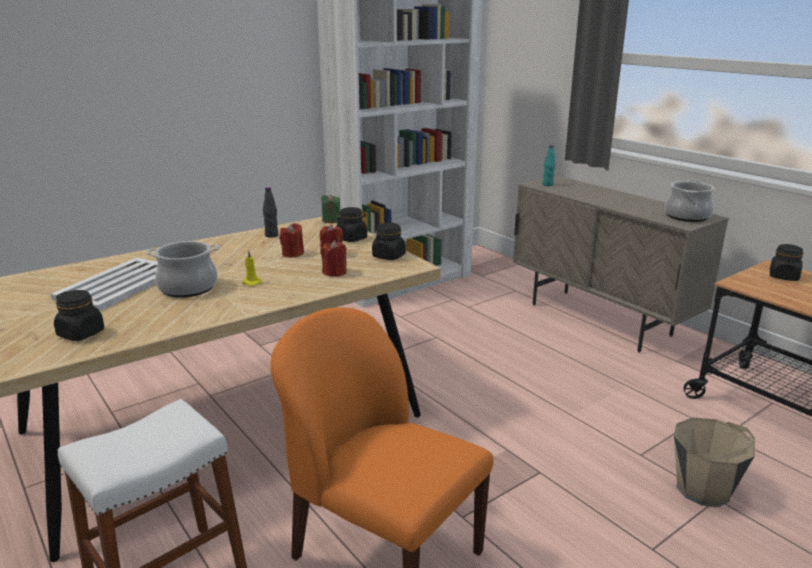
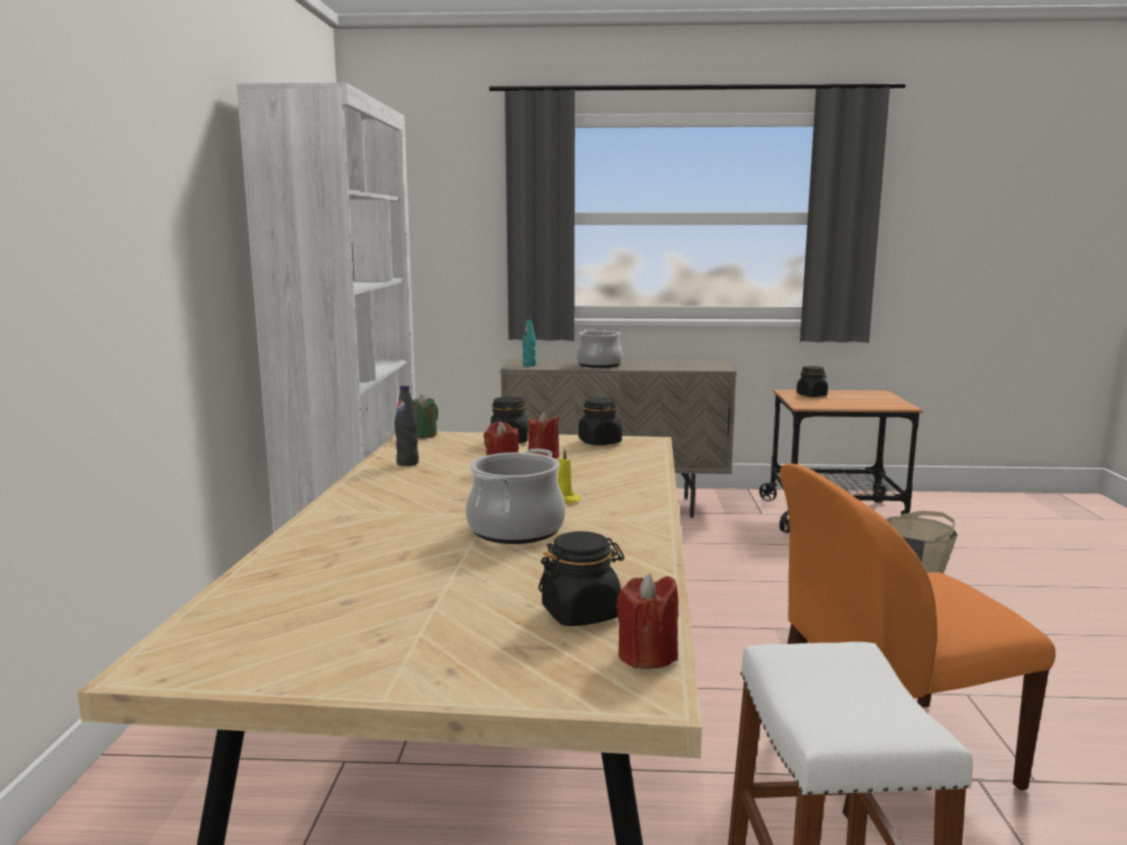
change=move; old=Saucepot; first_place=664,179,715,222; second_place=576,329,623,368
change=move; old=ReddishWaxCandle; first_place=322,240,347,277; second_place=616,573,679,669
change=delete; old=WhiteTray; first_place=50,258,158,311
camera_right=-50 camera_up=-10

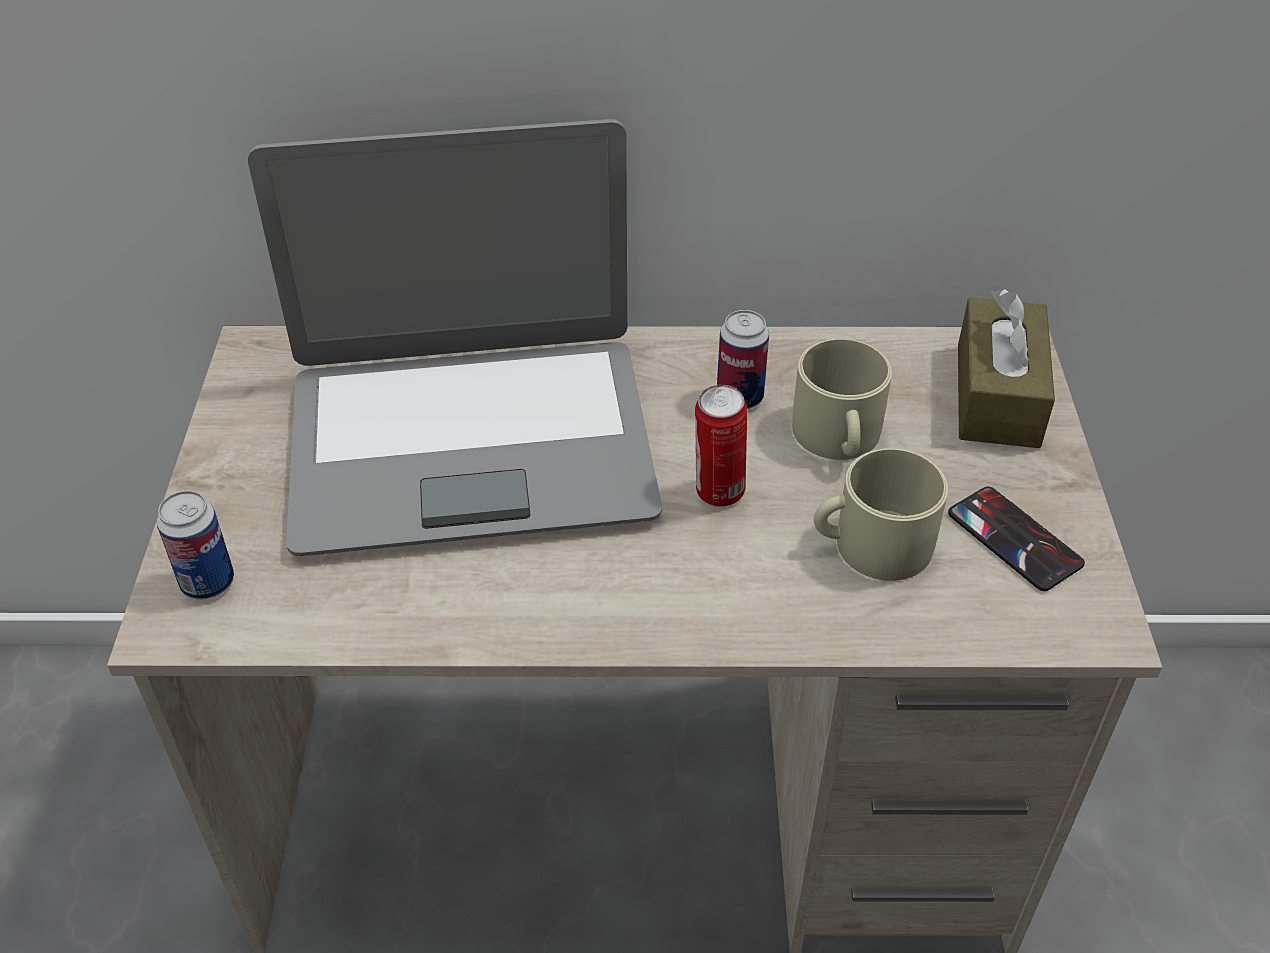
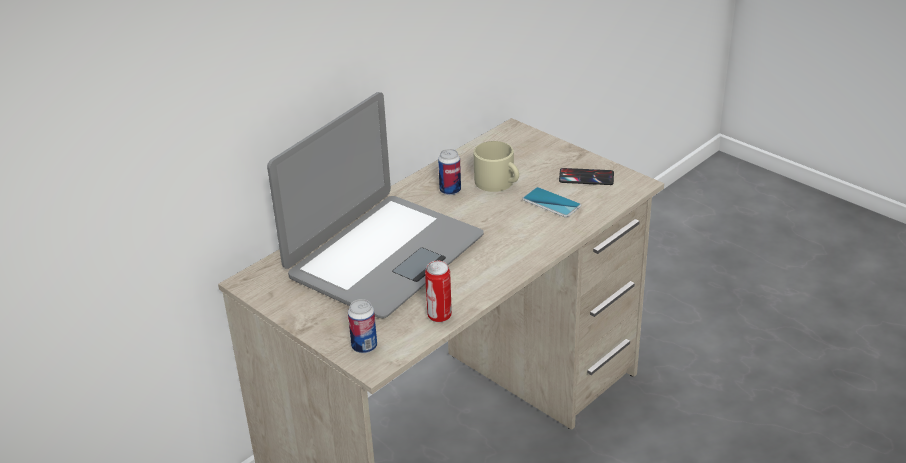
change=move; old=SealedCan; first_place=695,385,747,507; second_place=425,261,452,322
change=replace; old=SandColouredTeaMug; new=Telephone; first_place=814,448,948,581; second_place=522,187,581,217
change=delete; old=BrownColouredTissueBox; first_place=958,289,1055,448
camera_right=-45 camera_up=-10

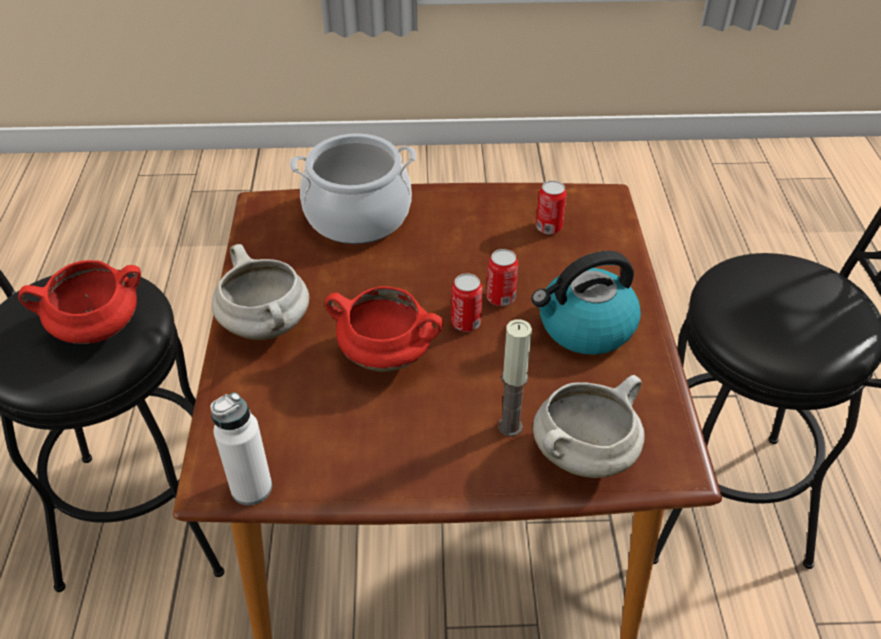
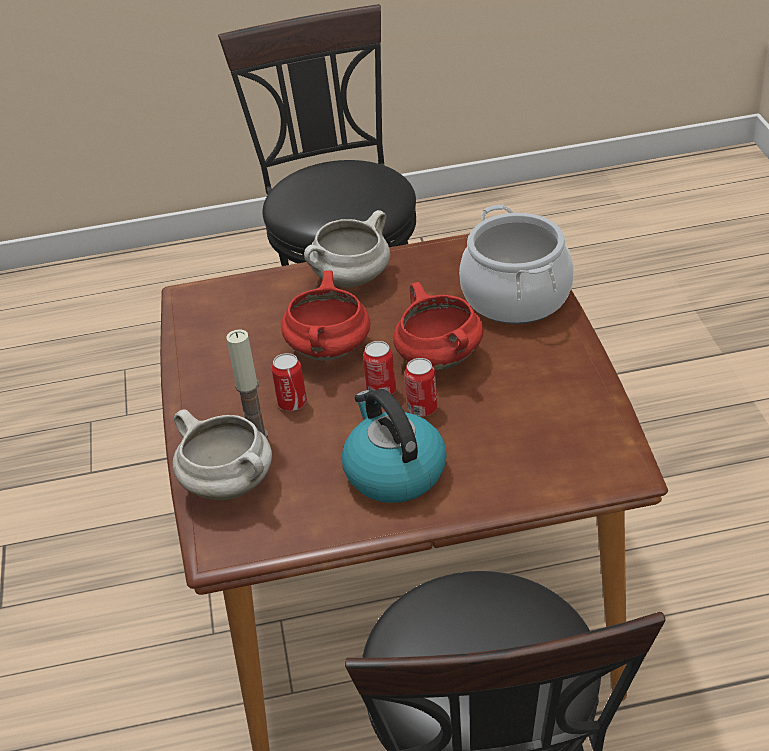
change=move; old=SealedCan; first_place=536,180,567,234; second_place=271,353,307,411
change=move; old=ReddishSaucepot; first_place=18,260,141,344; second_place=393,282,484,370
change=delete; old=WhiteBeverageBottle; first_place=210,392,272,505
camera_right=85 camera_up=-5

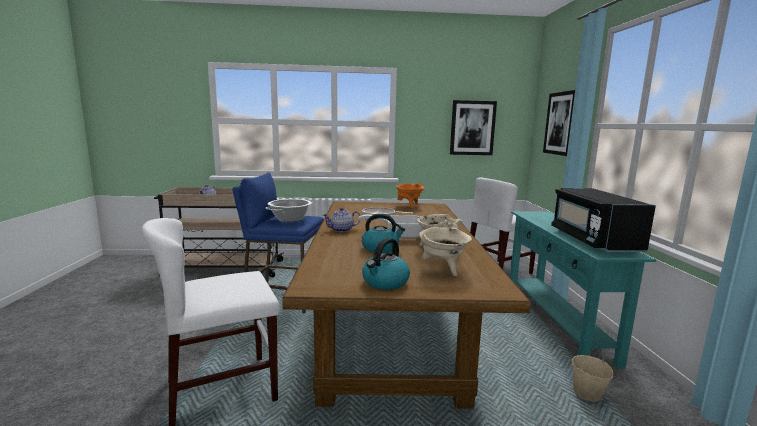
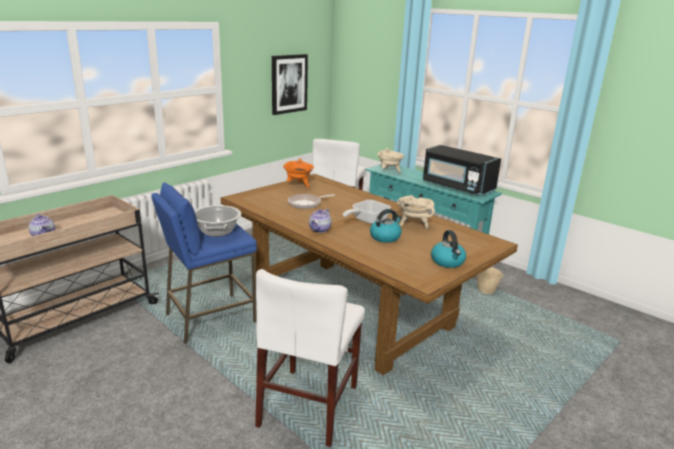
change=move; old=SandColouredSaucepot; first_place=419,224,472,276; second_place=377,148,404,173
change=delete; old=WallArt; first_place=543,90,575,156
camera_right=-45 camera_up=10

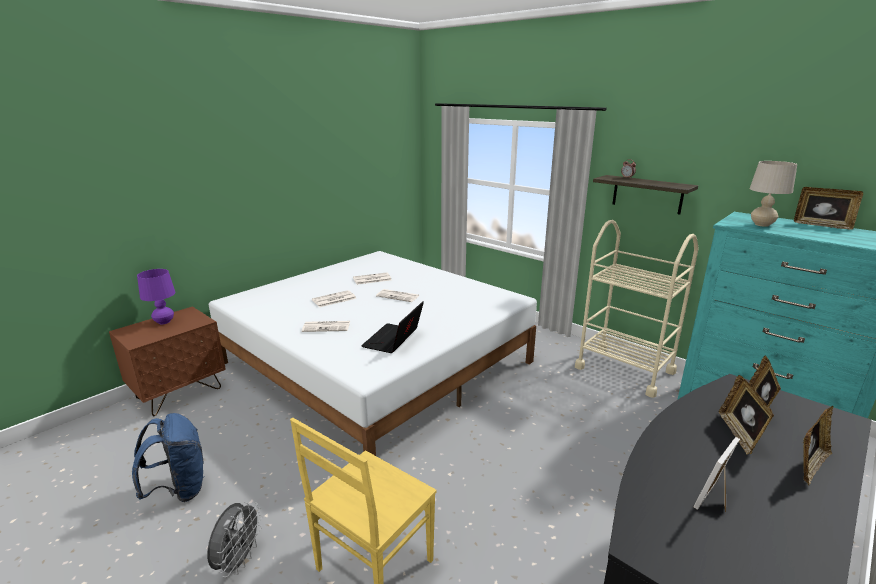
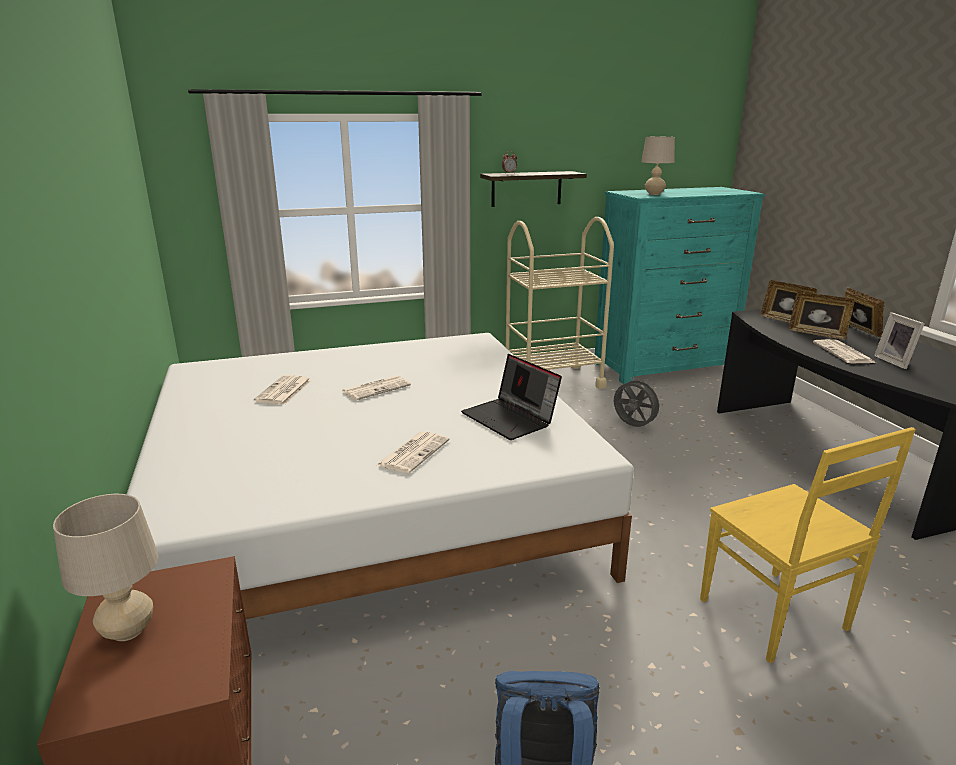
change=recolor; old=PurpleColouredTabletopLamp; new=SandColouredTabletopLamp; first_place=137,269,176,324; second_place=53,494,159,641
change=move; old=GreyishFan; first_place=207,502,263,578; second_place=614,377,663,427
change=move; old=PrintedPaper; first_place=312,290,356,307; second_place=813,339,876,363
change=delete; old=PictureFrame; first_place=794,187,863,230
camera_right=-60 camera_up=0

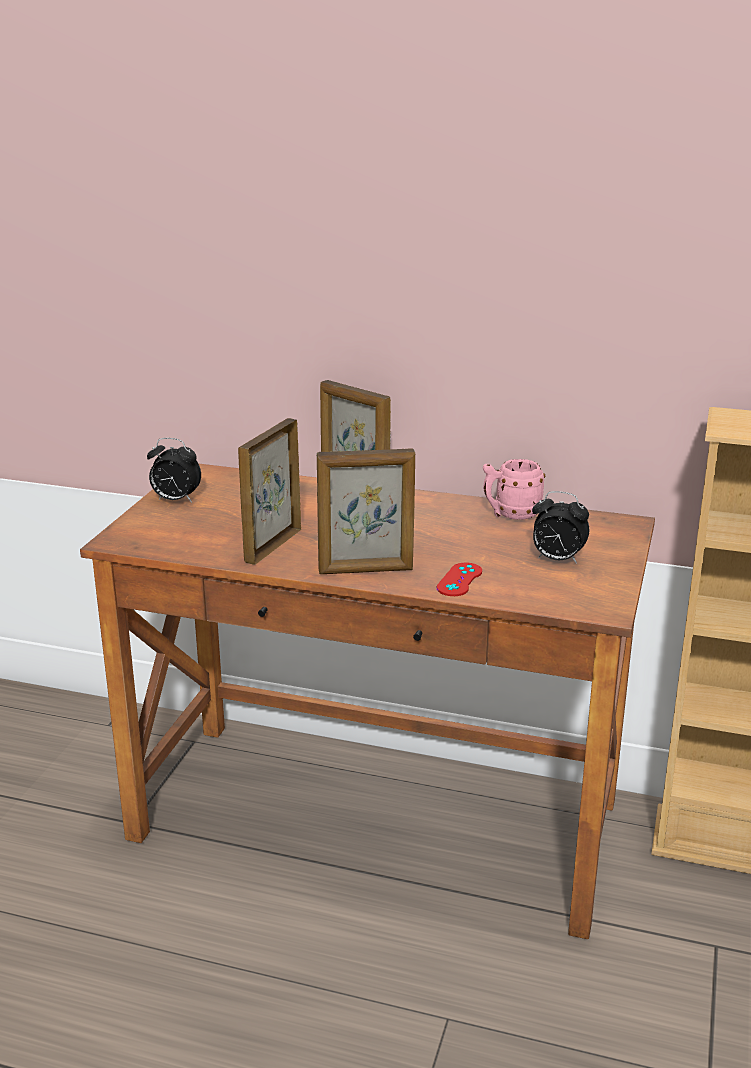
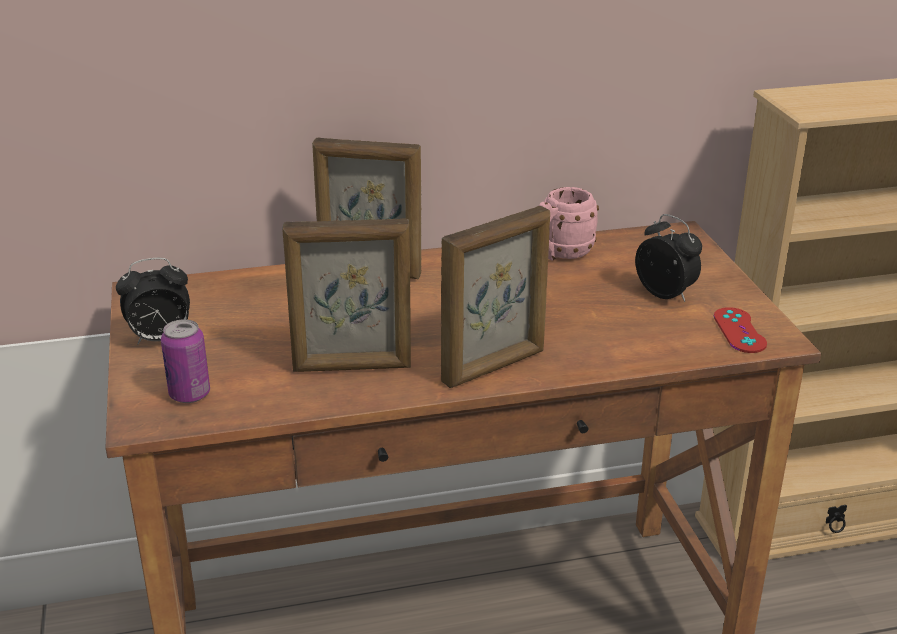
change=insert; new=SealedCan; second_place=161,319,210,403
change=rotate; old=PictureFrame; first_place=238,418,301,565; second_place=282,218,411,372; degrees=-90
change=rotate; old=AlarmClock; first_place=532,491,589,564; second_place=635,214,702,302; degrees=-120
change=move; old=ReddishGamepad; first_place=437,563,482,596; second_place=714,307,767,353
camera_right=-30 camera_up=5

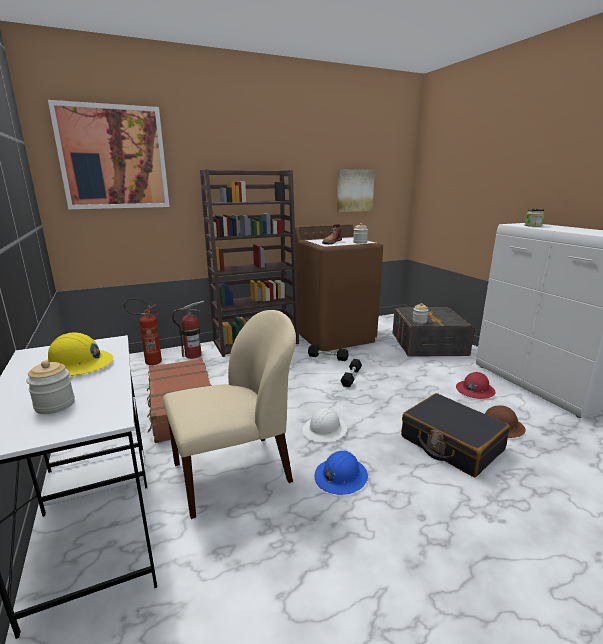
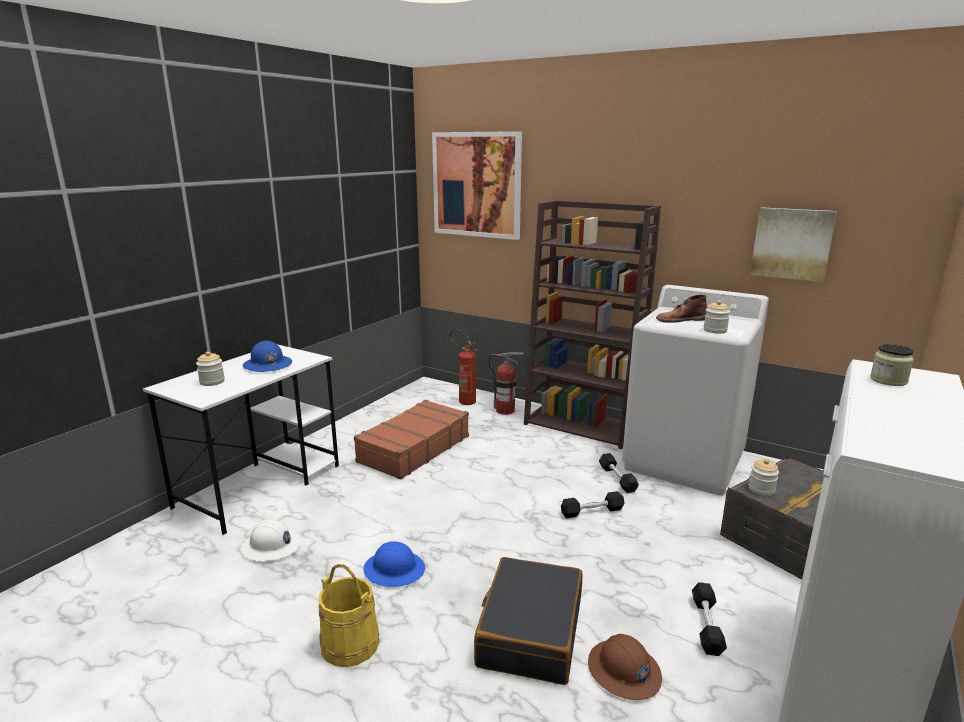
change=move; old=WhiteSafetyHelmet; first_place=302,408,347,443; second_place=241,520,301,561
change=recolor; old=YellowColouredSafetyHelmet; new=BluishSafetyHelmet; first_place=40,332,113,376; second_place=243,341,292,372
change=insert; new=YellowColouredBucket; second_place=319,564,379,667
change=recolor; old=BrownColouredLaundryAppliance; new=WhiteLaundryAppliance; first_place=293,223,383,351; second_place=622,285,769,496
change=replace; old=ReddishSafetyHelmet; new=BlackFreeWeight; first_place=456,372,495,399; second_place=692,582,727,656
change=delete; old=SandColouredPlainChair; first_place=163,310,296,519
camera_right=55 camera_up=0

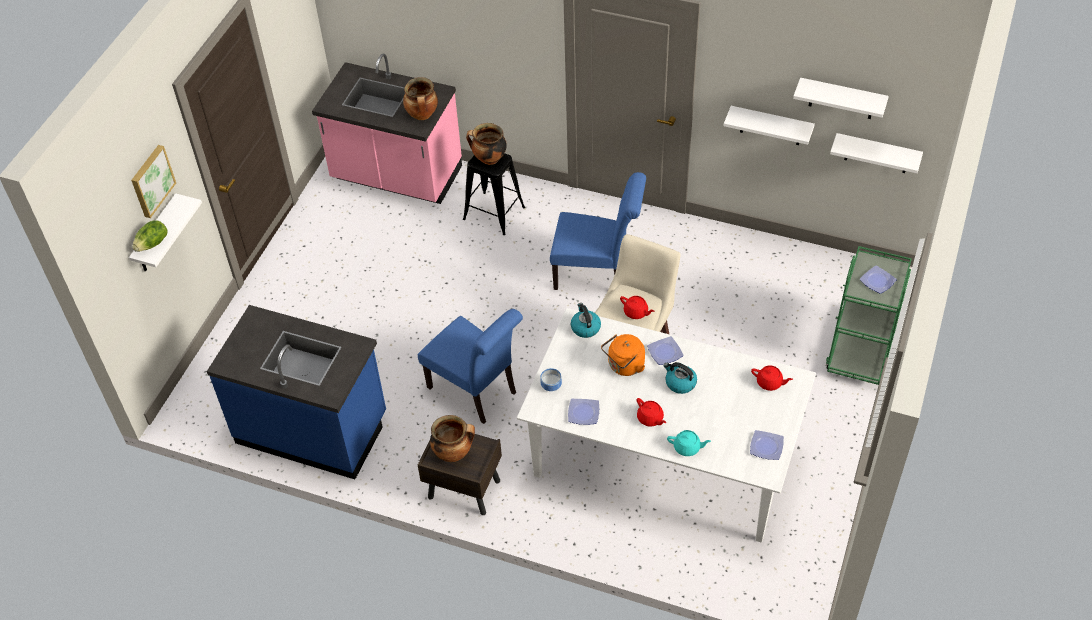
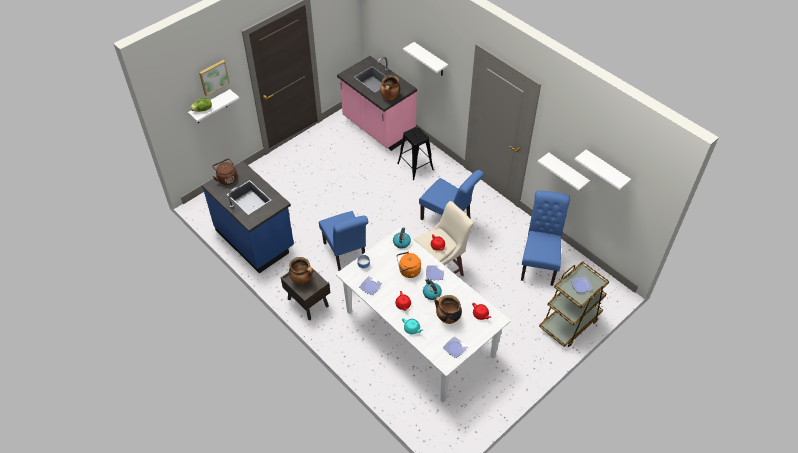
change=insert; new=BrownColouredWaterKettle; second_place=212,158,237,185
change=move; old=WhiteWallShelf; first_place=830,133,923,173; second_place=403,42,448,76
change=move; old=Saucepot; first_place=466,123,507,165; second_place=435,295,462,324
change=insert; new=BluishPlainChair; second_place=521,190,570,286
change=recolor; old=GreenCart; new=BrownColouredCart; first_place=825,246,912,385; second_place=539,261,609,347
camera_right=25 camera_up=0

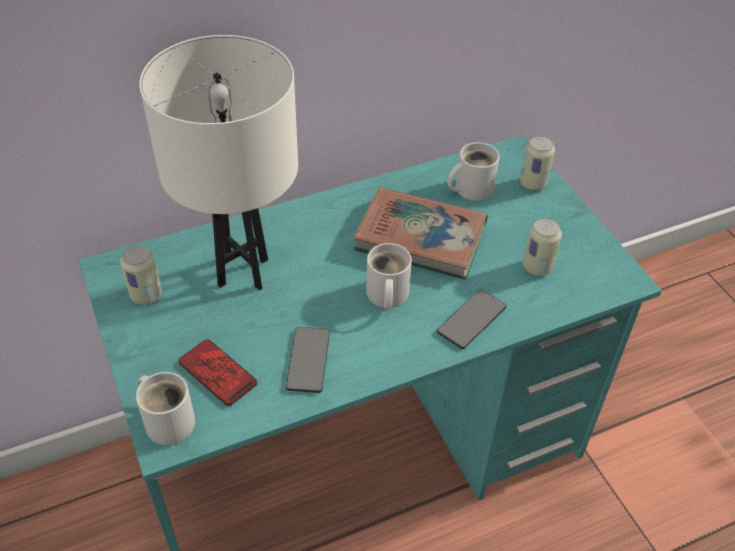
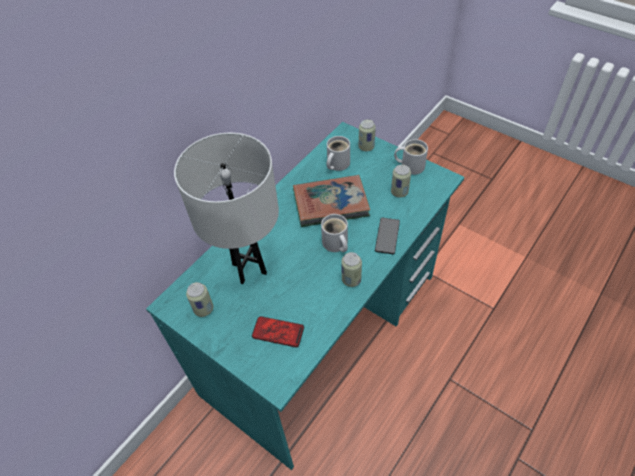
change=insert; new=SealedCan; second_place=341,252,362,287
change=move; old=WhiteTeaMug; first_place=136,372,195,445; second_place=394,139,428,175
change=delete; old=Telephone; first_place=286,327,330,393
camera_right=-25 camera_up=5

